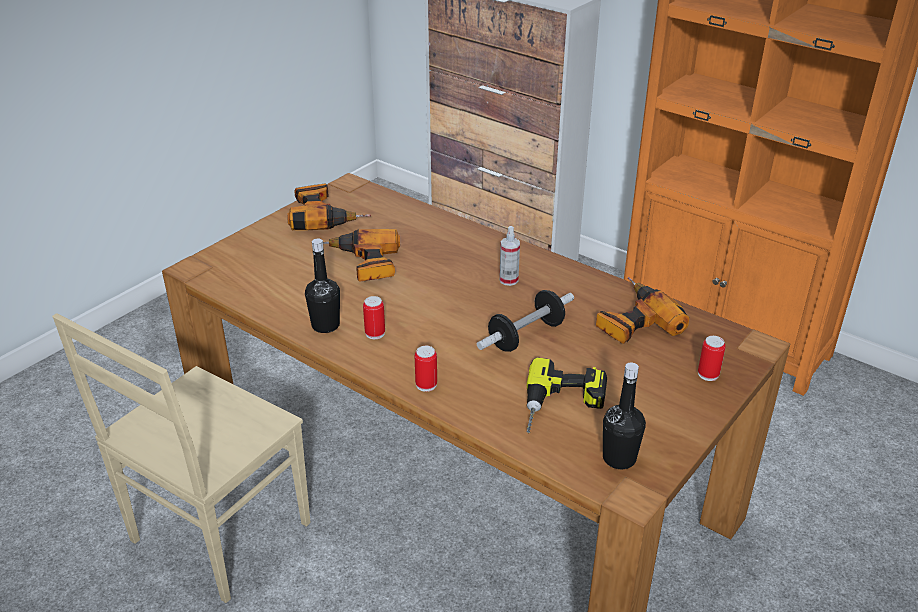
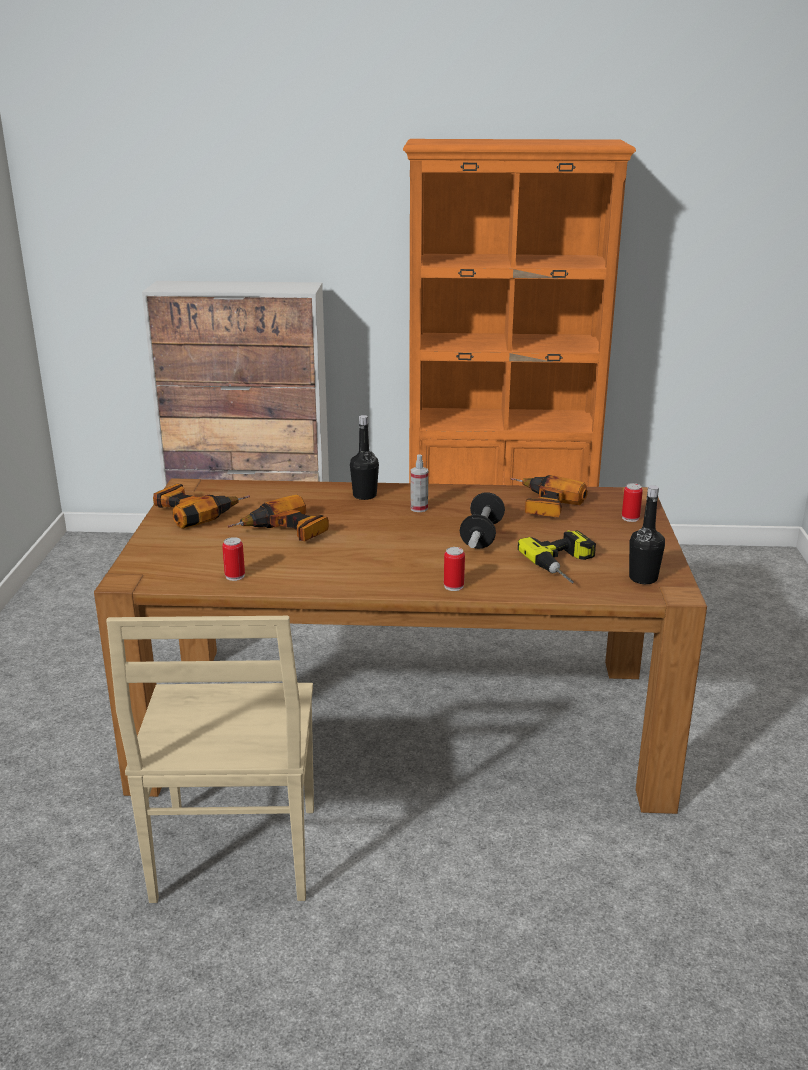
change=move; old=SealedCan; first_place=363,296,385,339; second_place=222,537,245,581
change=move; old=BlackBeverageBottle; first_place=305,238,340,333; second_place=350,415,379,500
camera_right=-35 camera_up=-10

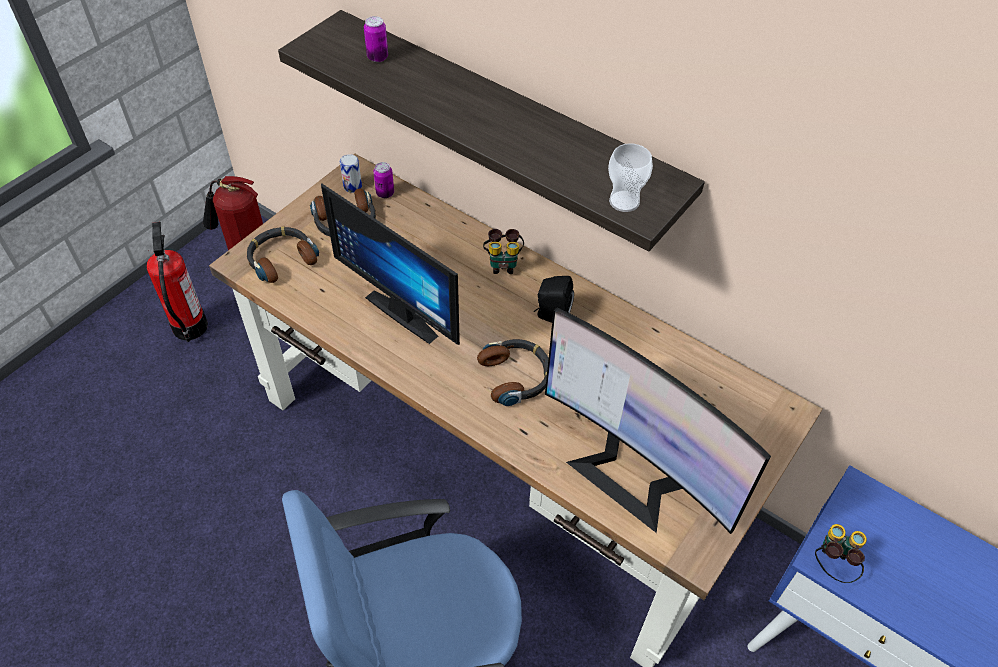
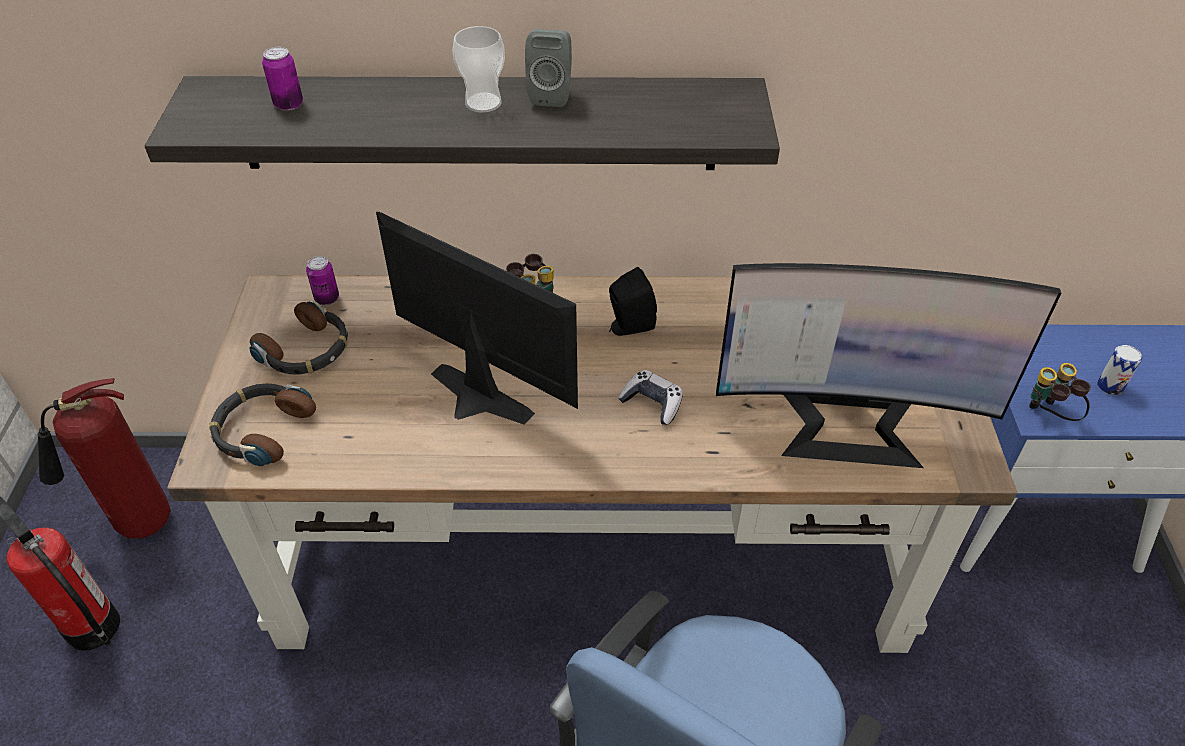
change=rotate; old=Monitor; first_place=321,183,460,345; second_place=376,212,578,425; degrees=-150
change=move; old=SmallCup; first_place=608,143,653,212; second_place=453,26,505,113
change=insert; new=GreyishAudioSpeaker; second_place=525,29,572,107
change=replace; old=PairOfHeadphones; new=Gamepad; first_place=477,339,549,406; second_place=618,370,683,425
change=move; old=SealedCan; first_place=340,154,362,193; second_place=1097,345,1143,395
camera_right=-35 camera_up=-5

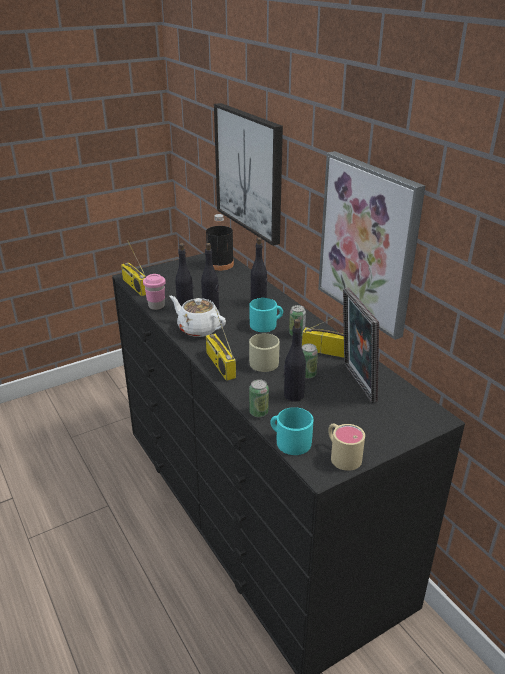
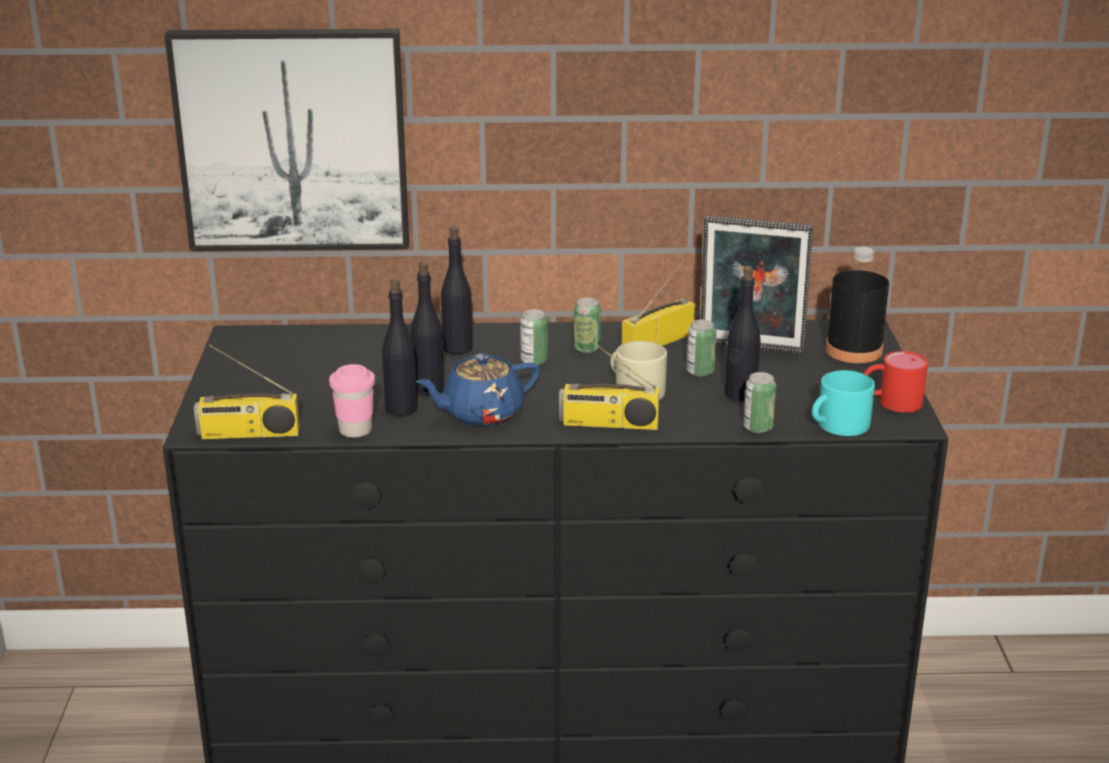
change=recolor; old=WhiteTeapot; new=BluishTeapot; first_place=169,296,226,337; second_place=416,353,540,426
change=replace; old=TurquoiseColouredTeaMug; new=SealedCan; first_place=250,298,283,332; second_place=520,310,548,365
change=move; old=BlackBeverageBottle; first_place=206,214,234,271; second_place=826,247,889,363
change=recolor; old=SandColouredTeaMug; new=ReddishTeaMug; first_place=328,423,365,471; second_place=863,351,928,413
change=delete; old=WallArt; first_place=318,151,425,340
camera_right=-60 camera_up=-5

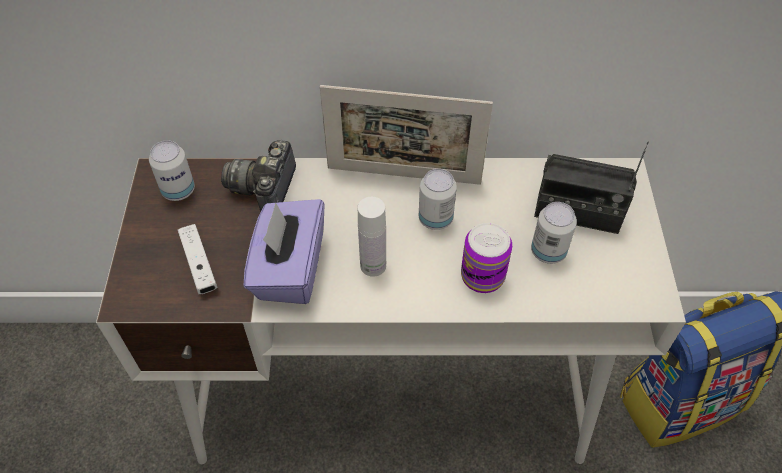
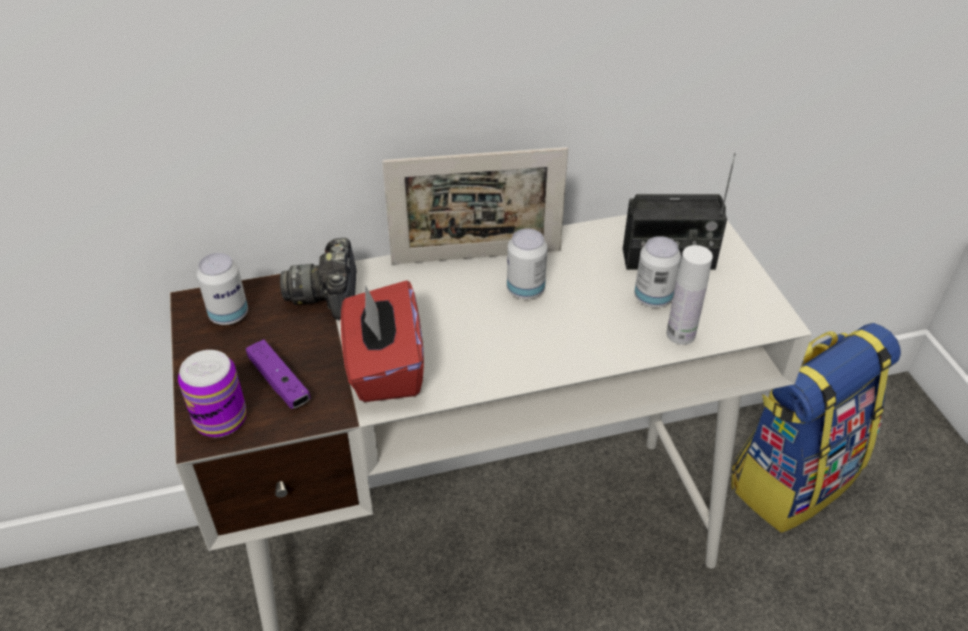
change=move; old=SealedCan; first_place=461,223,512,293; second_place=178,350,246,437
change=recolor; old=WhiteGamepad; new=PurpleColouredGamepad; first_place=178,224,218,294; second_place=246,340,311,409
change=recolor; old=PurpleColouredTissueBox; new=ReddishTissueBox; first_place=244,199,325,304; second_place=341,280,424,402
change=move; old=WhiteBeverageBottle; first_place=358,197,386,277; second_place=666,245,713,345
camera_right=-15 camera_up=-10

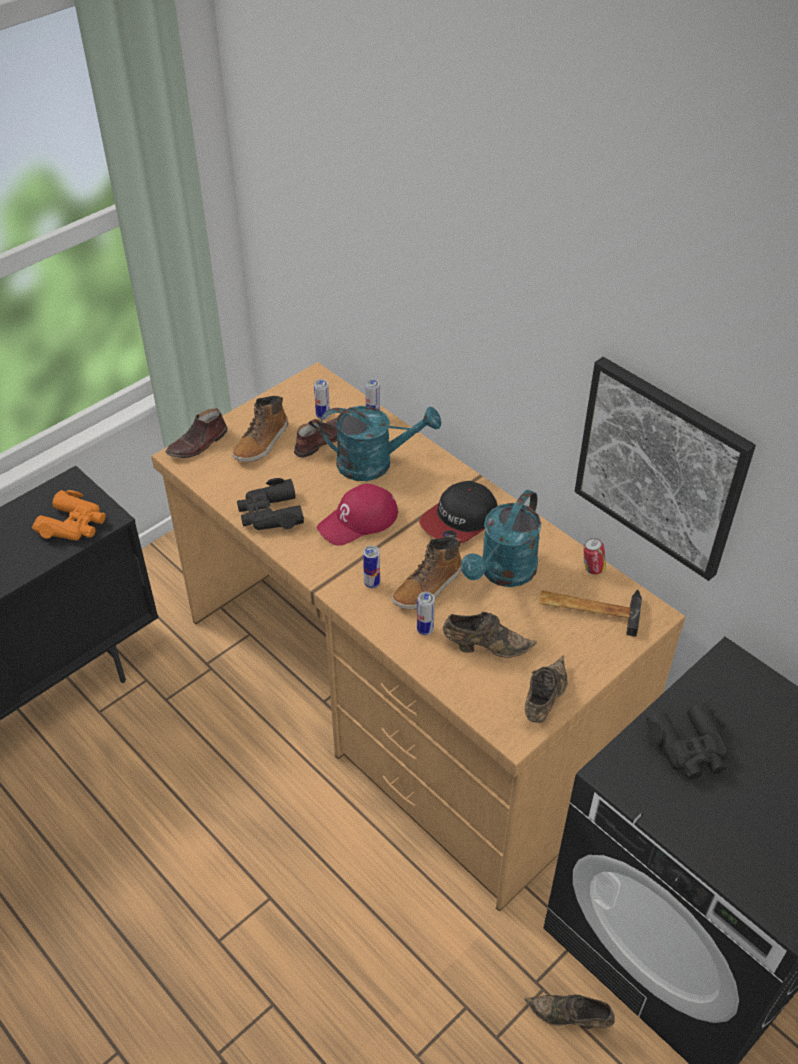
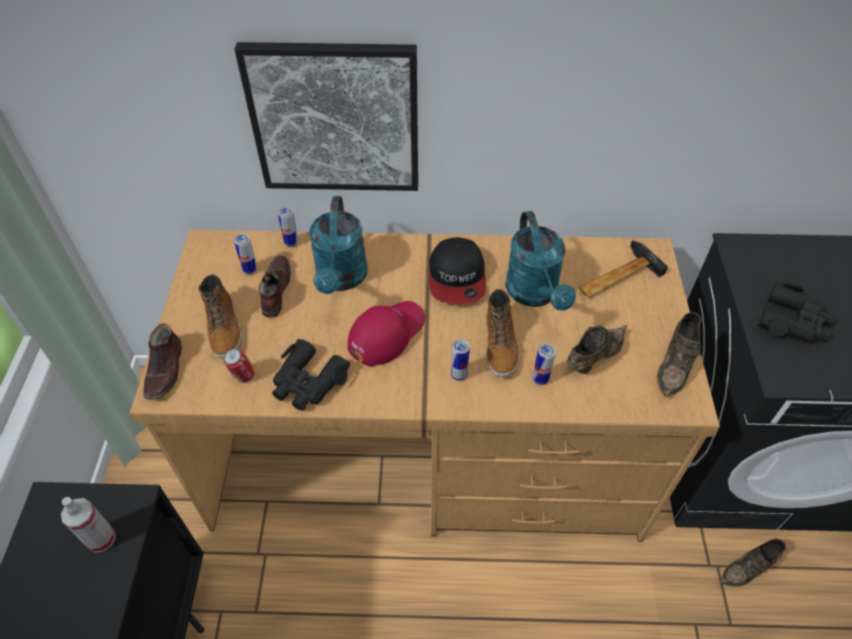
change=replace; old=OrangeColouredPairOfBinoculars; new=HandSprayer; first_place=32,490,106,541; second_place=61,497,116,553
change=move; old=SealedCan; first_place=583,538,606,574; second_place=223,349,255,383
change=move; old=WallArt; first_place=574,357,756,581; second_place=234,42,418,191
change=rotate; old=TurquoiseColouredWateringCan; first_place=320,406,441,481; second_place=309,196,368,294; degrees=135
change=rotate; old=ReddishBaseballCap; first_place=317,484,398,546; second_place=348,301,425,367; degrees=-150
change=rotate; old=BrownColouredShoe; first_place=525,655,568,722; second_place=657,312,702,397; degrees=-135
camera_right=-45 camera_up=5

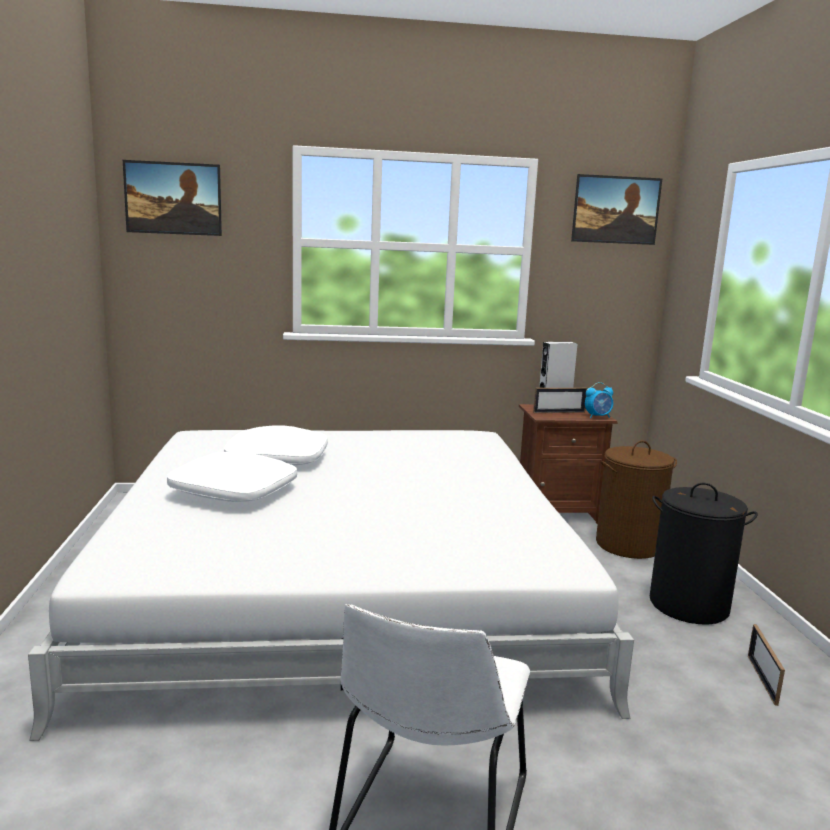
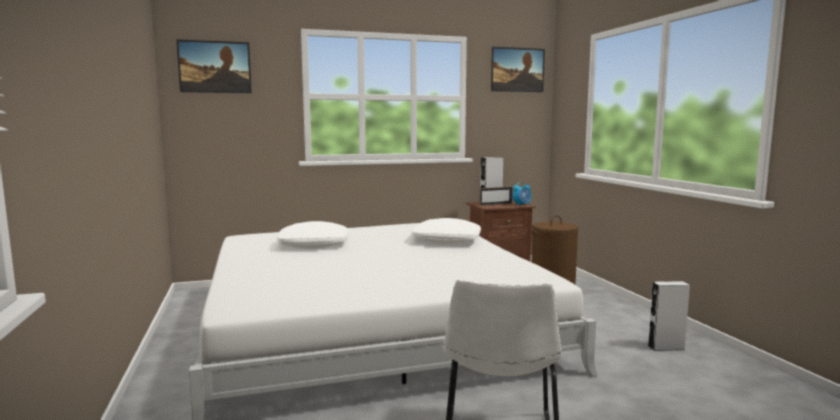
change=move; old=WhitePillow; first_place=167,452,297,502; second_place=412,218,481,244
change=replace; old=PictureFrame; new=GreyishAudioSpeaker; first_place=748,624,785,706; second_place=647,281,690,351
change=delete; old=BlackLaundryBasket; first_place=650,483,758,625
camera_right=-10 camera_up=-5

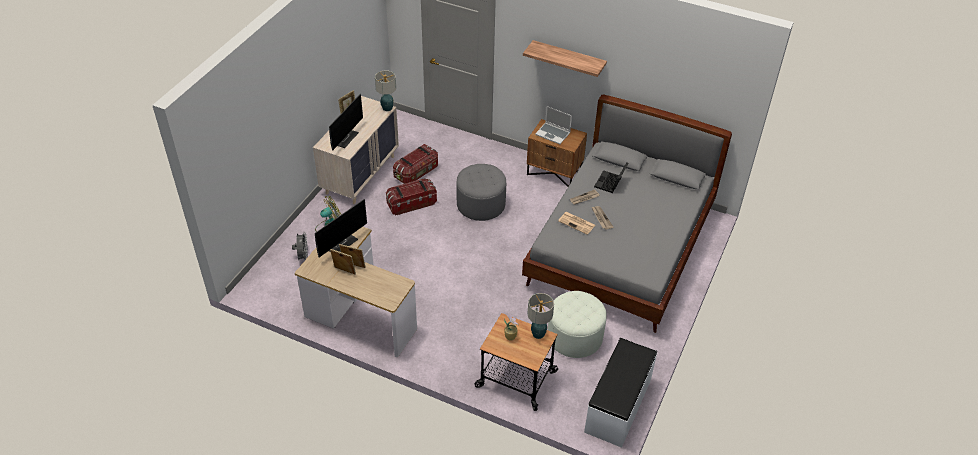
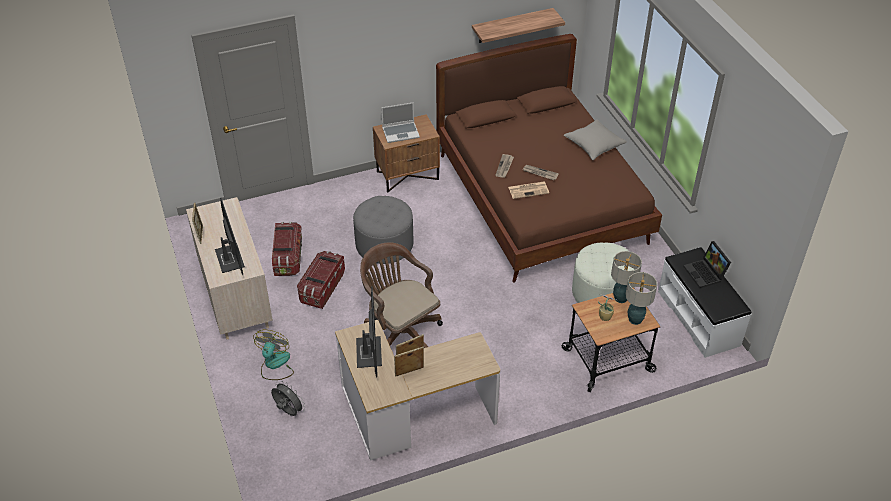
change=insert; new=BrownColouredComputerChair; second_place=360,242,443,348
change=recolor; old=GreyishBedroomBed; new=BrownColouredBedroomBed; first_place=522,95,732,333; second_place=436,34,662,283
change=move; old=WallShelf; first_place=523,40,607,77; second_place=472,8,565,43
change=insert; new=GreyishPillow; second_place=564,120,627,160
change=move; old=TabletopLamp; first_place=375,70,396,111; second_place=626,272,657,325
change=move; old=PortableComputer; first_place=594,162,628,193; second_place=683,241,731,288
camera_right=-45 camera_up=0

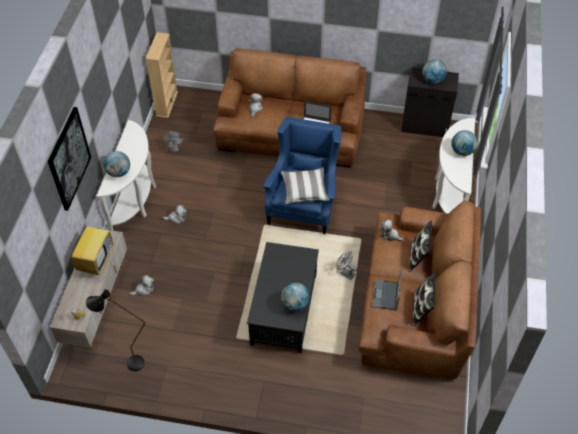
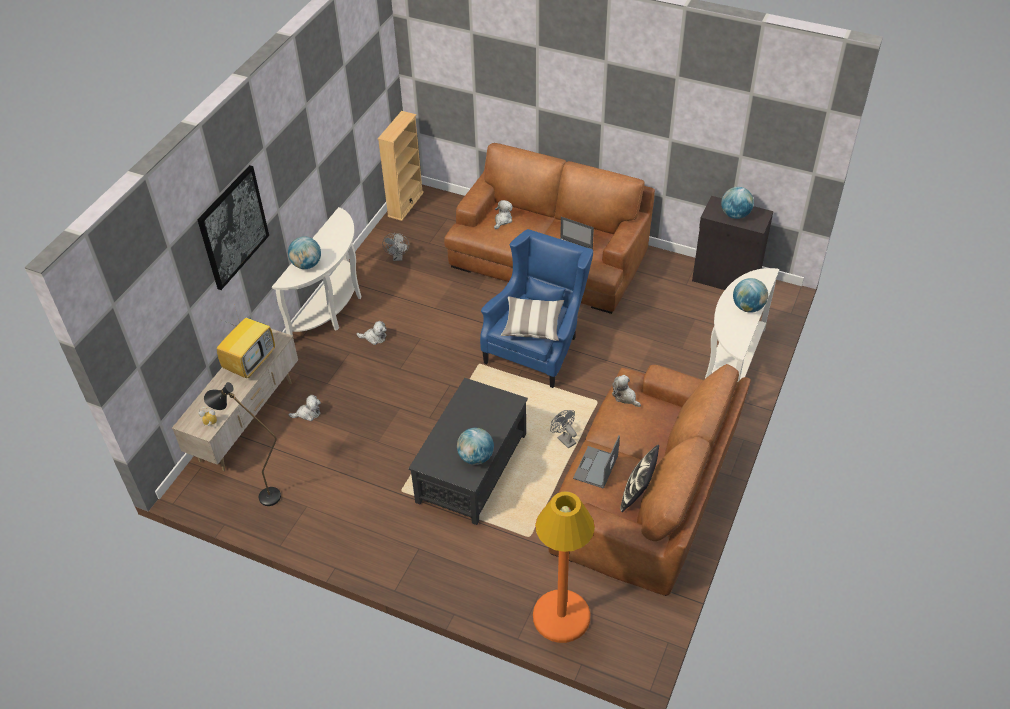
change=insert; new=OrangeColouredFloorLamp; second_place=533,491,595,643
change=delete; old=Pillow; first_place=409,221,432,272
camera_right=15 camera_up=-5

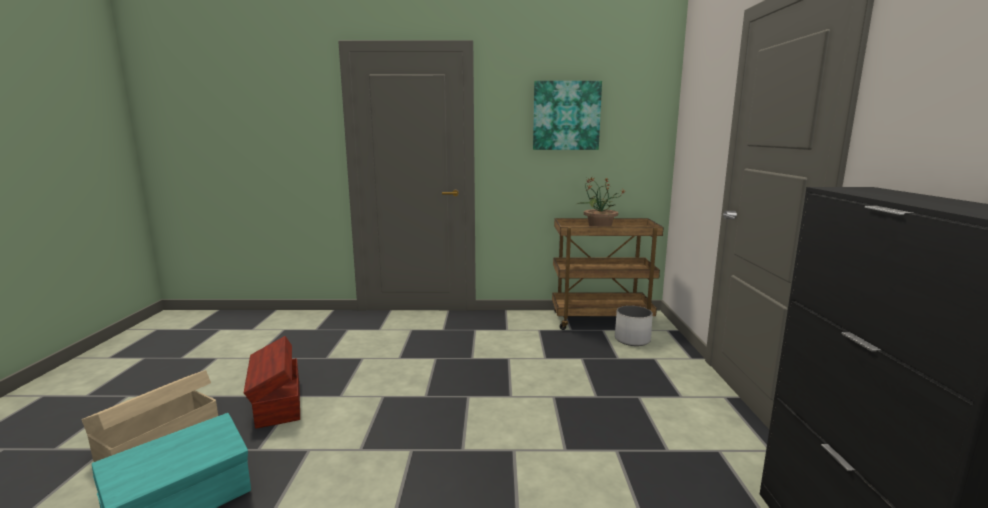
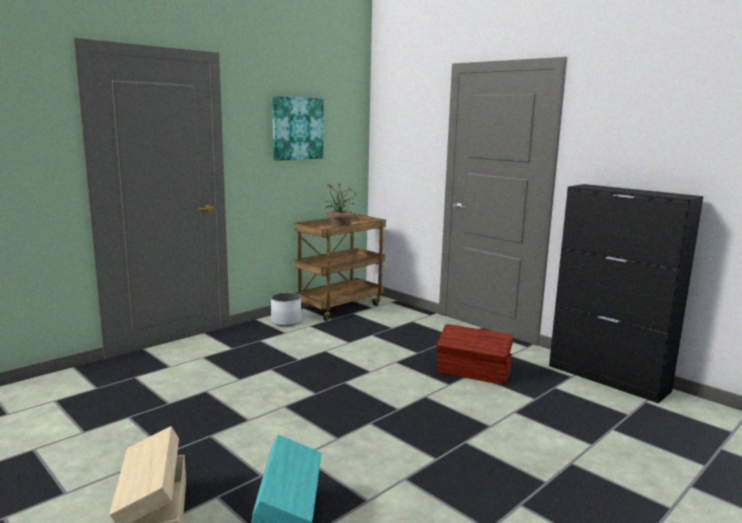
change=move; old=WhiteFlowerPot; first_place=615,306,653,346; second_place=271,293,301,326
change=move; old=BrownColouredStorageContainer; first_place=244,336,300,429; second_place=437,324,513,385
camera_right=-45 camera_up=0

